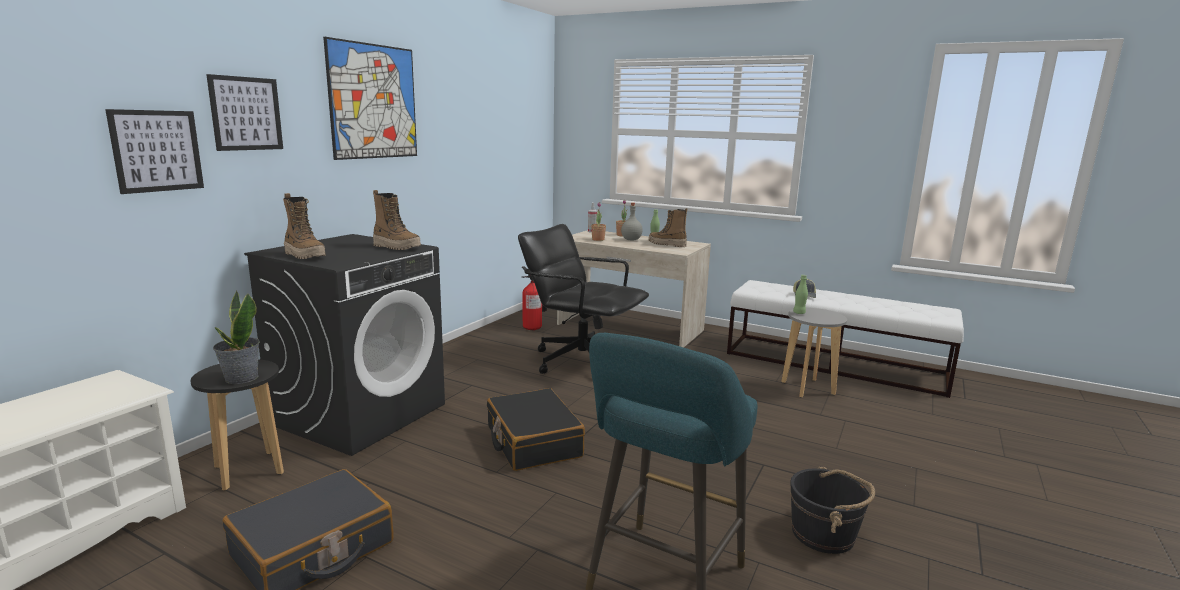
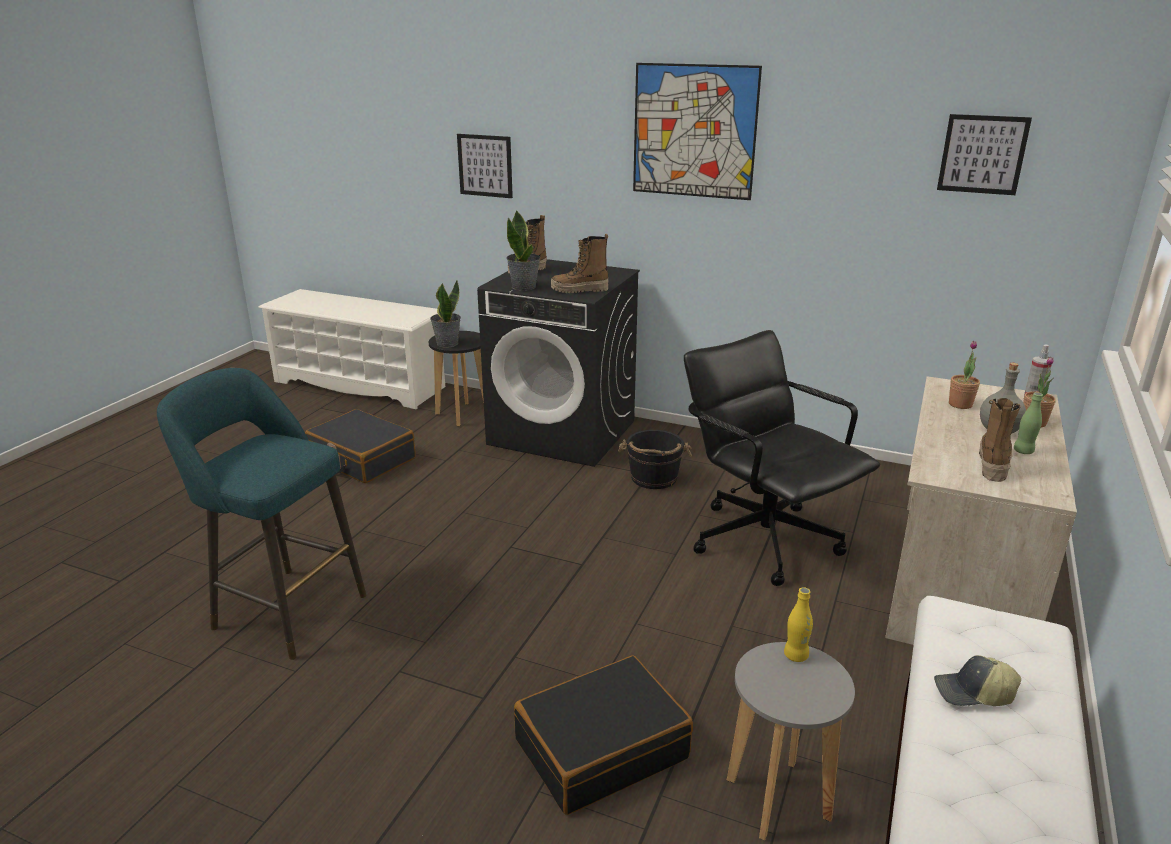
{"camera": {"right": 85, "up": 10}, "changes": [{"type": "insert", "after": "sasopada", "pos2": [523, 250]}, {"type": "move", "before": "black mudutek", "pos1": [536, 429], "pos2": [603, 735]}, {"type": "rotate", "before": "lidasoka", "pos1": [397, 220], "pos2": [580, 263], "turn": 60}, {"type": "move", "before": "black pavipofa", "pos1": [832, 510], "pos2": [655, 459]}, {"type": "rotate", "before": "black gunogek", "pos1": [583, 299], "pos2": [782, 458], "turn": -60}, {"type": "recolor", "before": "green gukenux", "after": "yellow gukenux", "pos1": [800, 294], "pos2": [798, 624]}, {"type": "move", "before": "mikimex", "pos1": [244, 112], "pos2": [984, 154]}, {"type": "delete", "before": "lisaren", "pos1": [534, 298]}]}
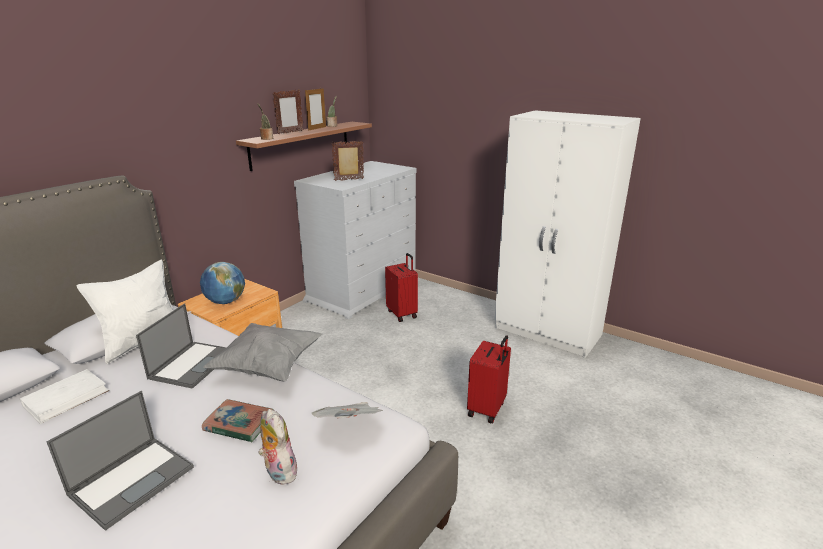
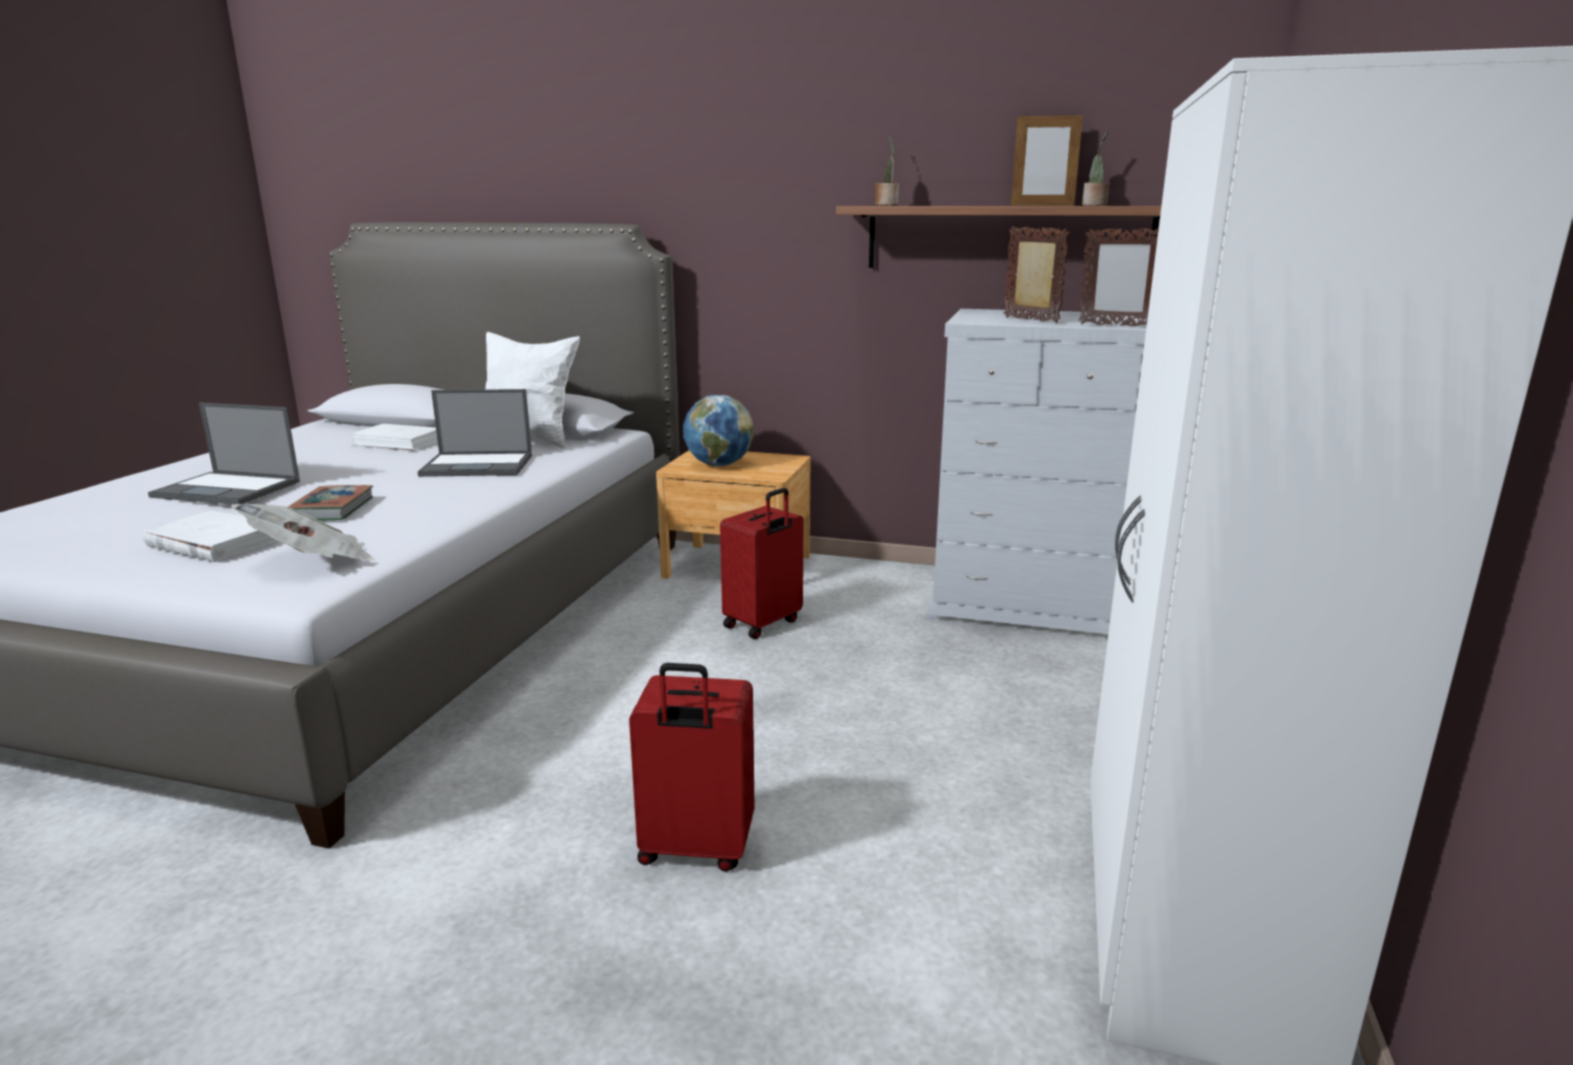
{"camera": {"right": 70, "up": -5}, "changes": [{"type": "replace", "before": "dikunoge", "after": "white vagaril", "pos1": [277, 447], "pos2": [210, 536]}, {"type": "move", "before": "red mudutek", "pos1": [401, 287], "pos2": [761, 563]}, {"type": "move", "before": "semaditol", "pos1": [288, 112], "pos2": [1118, 276]}, {"type": "delete", "before": "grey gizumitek", "pos1": [262, 352]}]}
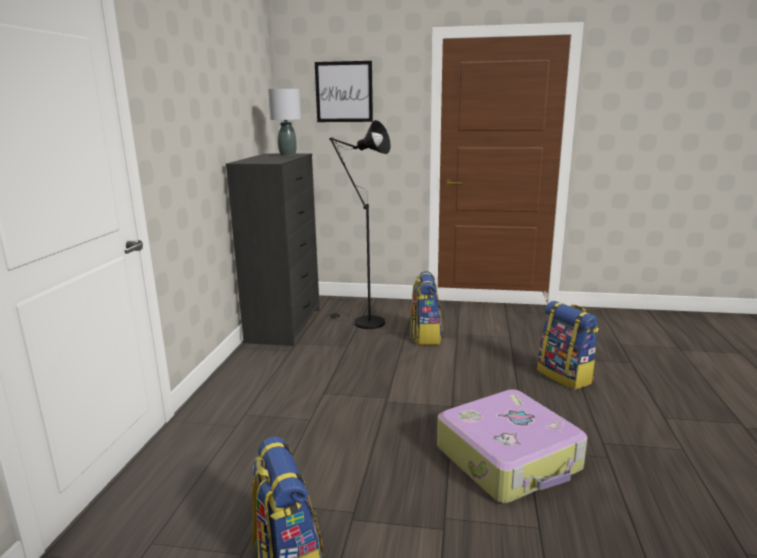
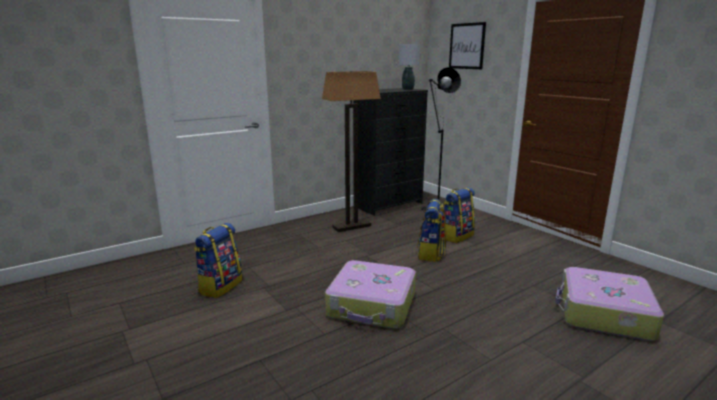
{"camera": {"right": 45, "up": 0}, "changes": [{"type": "insert", "after": "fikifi", "pos2": [351, 151]}, {"type": "move", "before": "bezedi", "pos1": [568, 345], "pos2": [431, 230]}, {"type": "insert", "after": "mudutek", "pos2": [609, 304]}]}
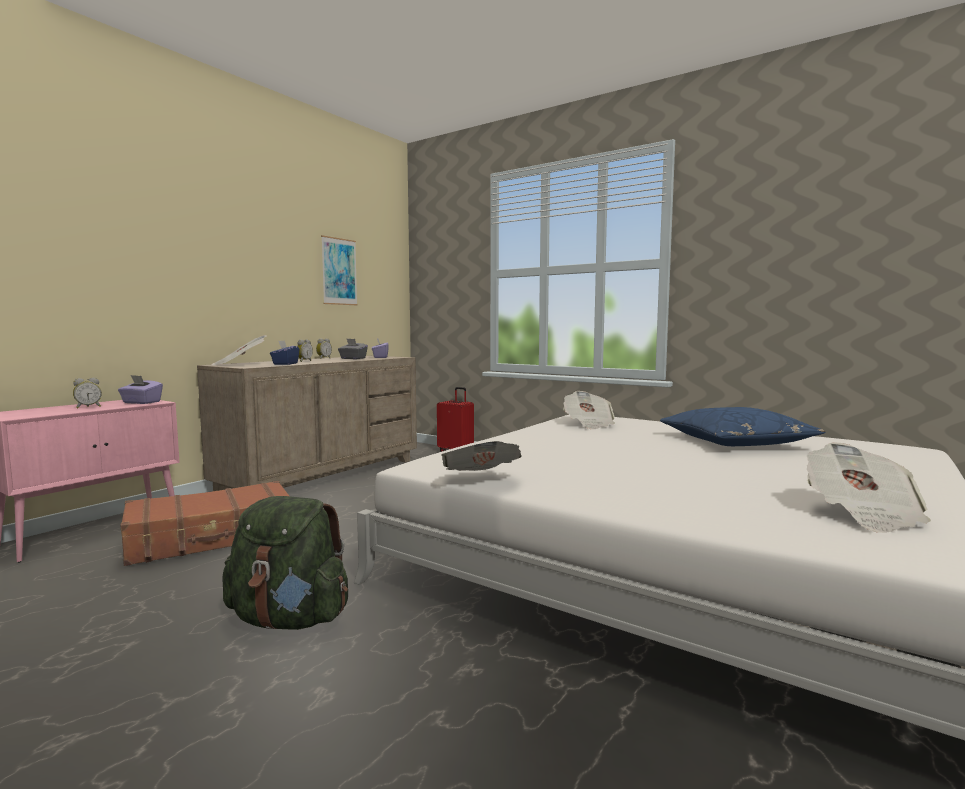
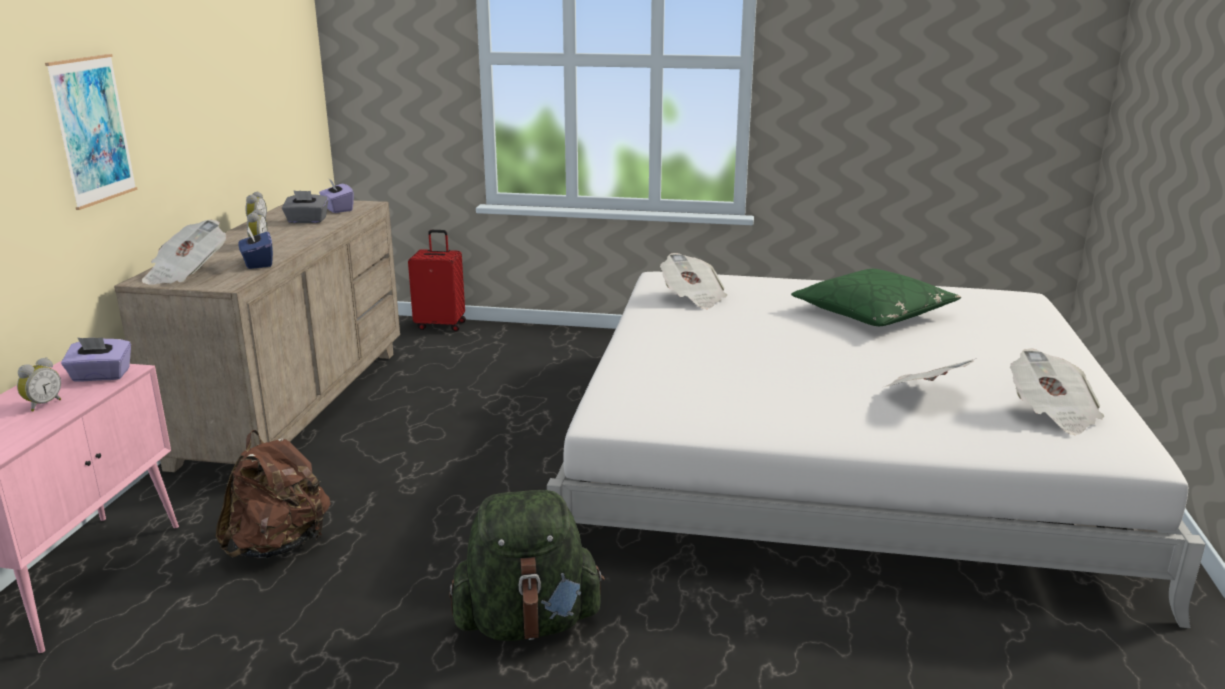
{"camera": {"right": -25, "up": 15}, "changes": [{"type": "move", "before": "mikimex", "pos1": [339, 270], "pos2": [91, 132]}, {"type": "replace", "before": "brown mudutek", "after": "brown bezedi", "pos1": [204, 523], "pos2": [273, 494]}, {"type": "recolor", "before": "blue gizumitek", "after": "green gizumitek", "pos1": [743, 426], "pos2": [876, 297]}, {"type": "move", "before": "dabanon", "pos1": [481, 456], "pos2": [929, 373]}]}
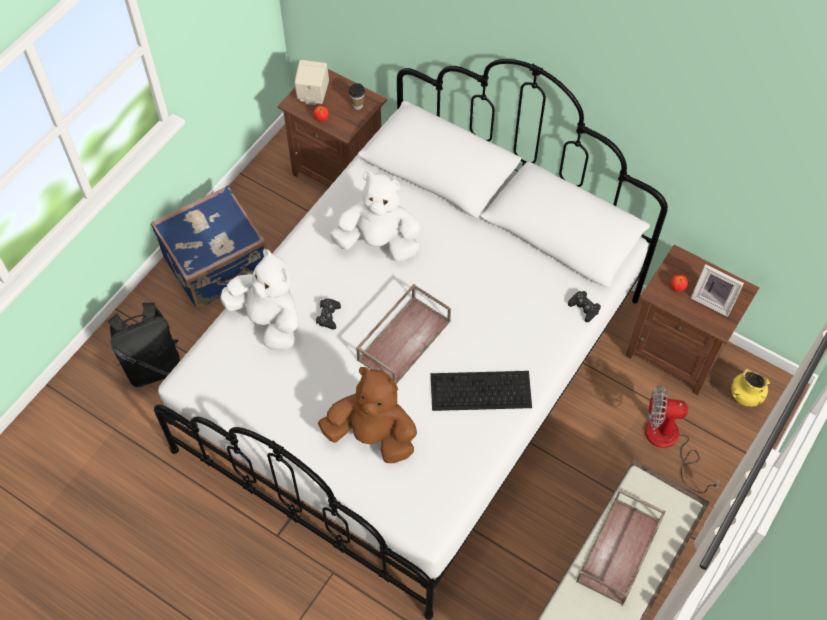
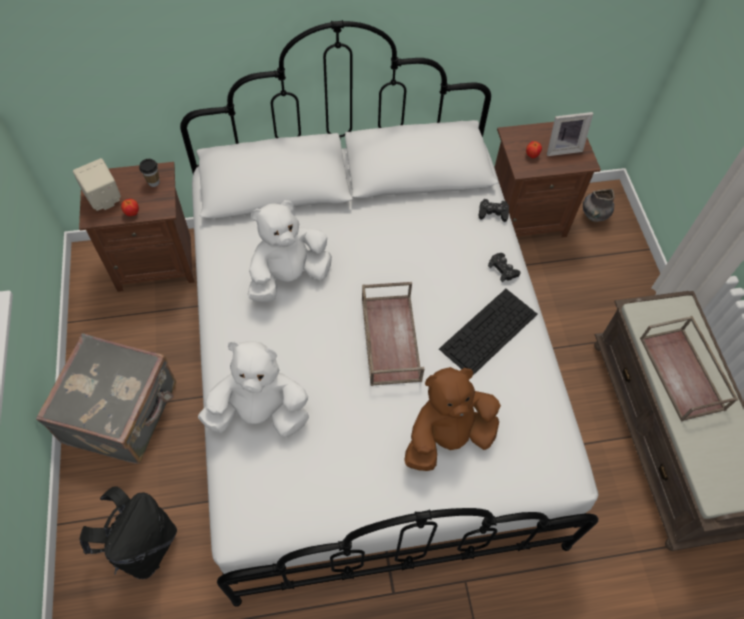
{"camera": {"right": -45, "up": 0}, "changes": [{"type": "recolor", "before": "blue mudutek", "after": "grey mudutek", "pos1": [209, 248], "pos2": [106, 398]}, {"type": "move", "before": "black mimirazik", "pos1": [328, 314], "pos2": [504, 267]}, {"type": "recolor", "before": "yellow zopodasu", "after": "grey zopodasu", "pos1": [750, 387], "pos2": [598, 205]}, {"type": "delete", "before": "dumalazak", "pos1": [682, 439]}]}
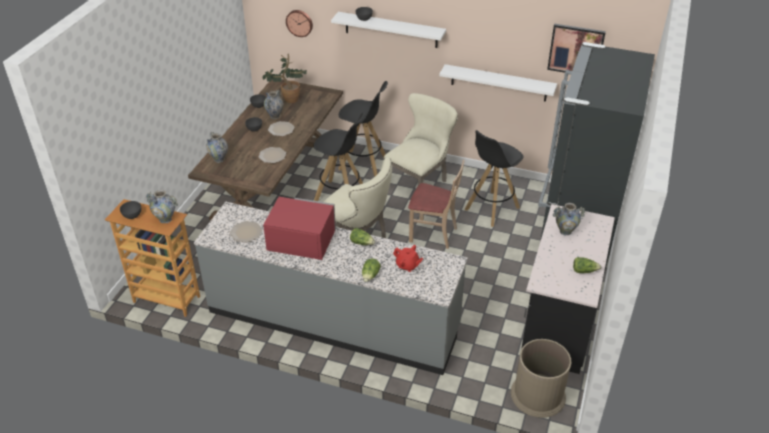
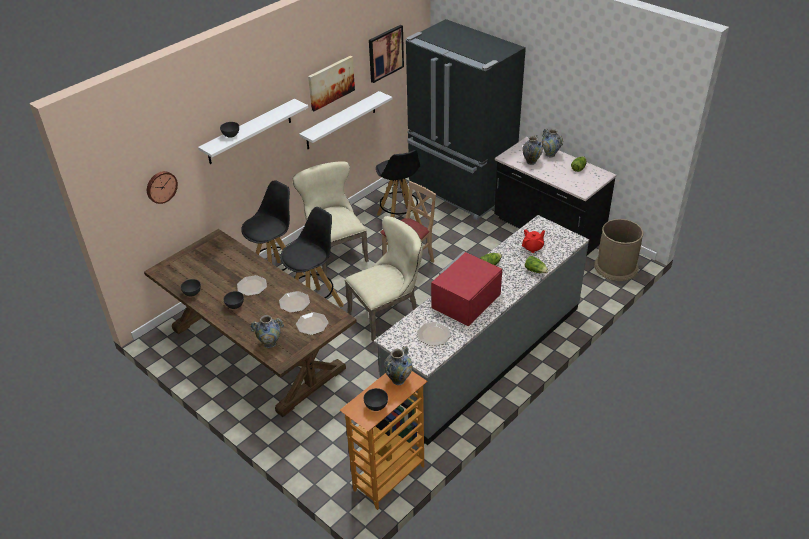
{"camera": {"right": -65, "up": 0}, "changes": [{"type": "insert", "after": "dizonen", "pos2": [312, 323]}, {"type": "insert", "after": "mikimex", "pos2": [331, 83]}, {"type": "move", "before": "zopodasu", "pos1": [273, 104], "pos2": [552, 143]}, {"type": "delete", "before": "sasopada", "pos1": [285, 78]}]}
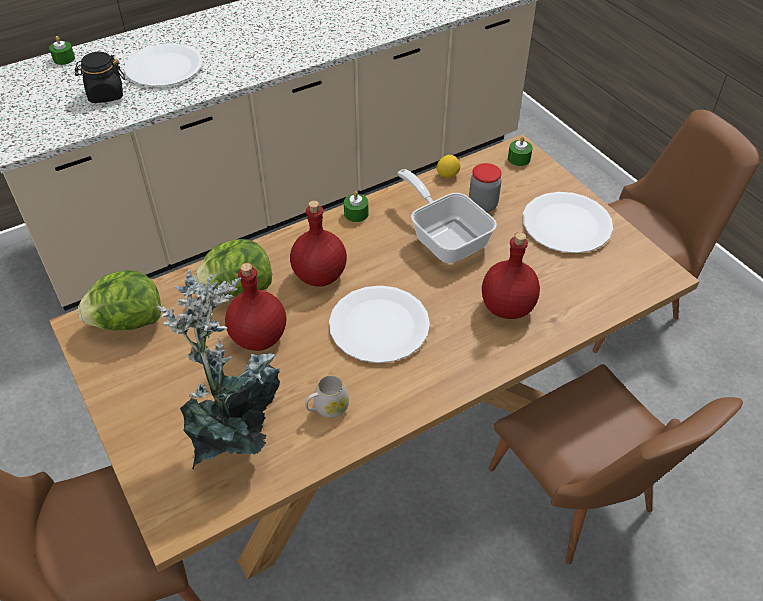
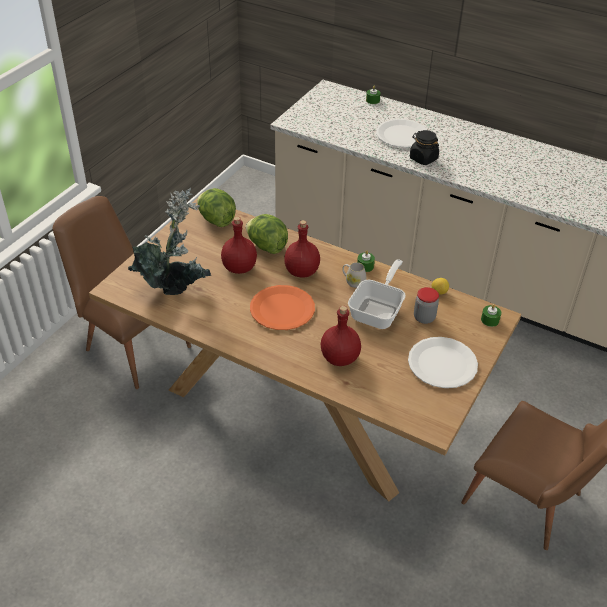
{"camera": {"right": 60, "up": -5}, "changes": [{"type": "recolor", "before": "white dizonen", "after": "orange dizonen", "pos1": [379, 324], "pos2": [282, 307]}, {"type": "move", "before": "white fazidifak", "pos1": [327, 396], "pos2": [354, 275]}, {"type": "move", "before": "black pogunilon", "pos1": [100, 77], "pos2": [424, 147]}, {"type": "delete", "before": "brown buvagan", "pos1": [615, 464]}]}
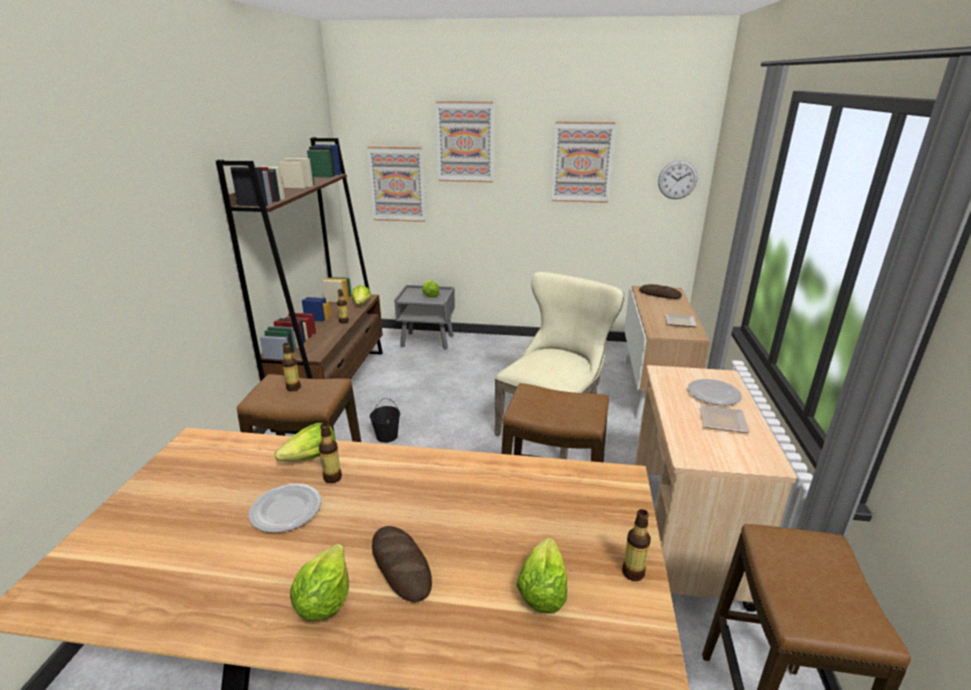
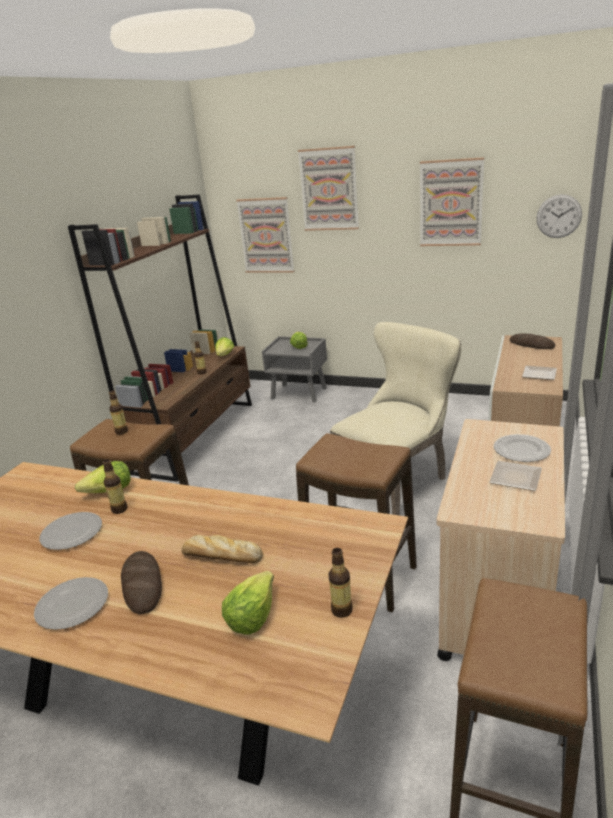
{"camera": {"right": 15, "up": 0}, "changes": [{"type": "replace", "before": "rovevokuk", "after": "dizonen", "pos1": [319, 582], "pos2": [71, 603]}, {"type": "insert", "after": "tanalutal", "pos2": [222, 549]}, {"type": "delete", "before": "black pavipofa", "pos1": [385, 420]}]}
